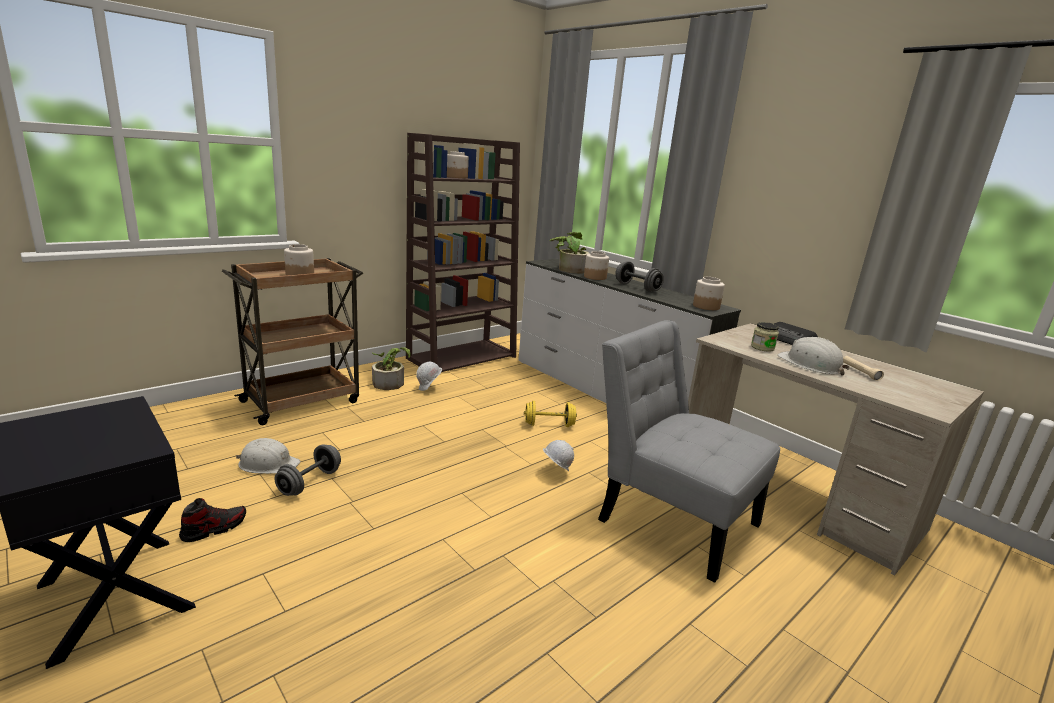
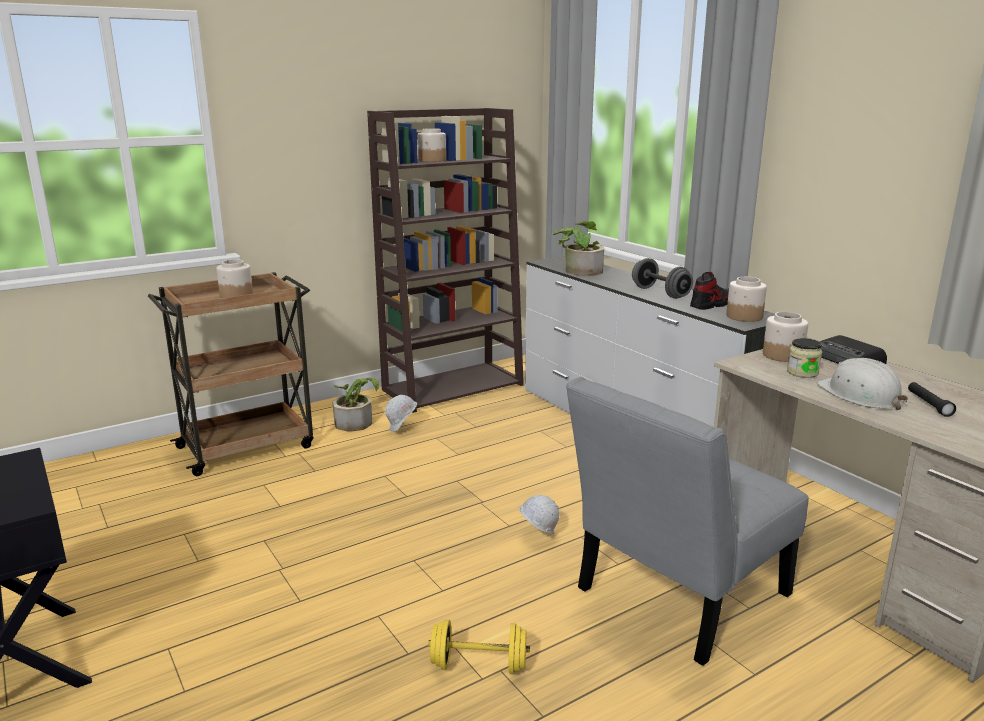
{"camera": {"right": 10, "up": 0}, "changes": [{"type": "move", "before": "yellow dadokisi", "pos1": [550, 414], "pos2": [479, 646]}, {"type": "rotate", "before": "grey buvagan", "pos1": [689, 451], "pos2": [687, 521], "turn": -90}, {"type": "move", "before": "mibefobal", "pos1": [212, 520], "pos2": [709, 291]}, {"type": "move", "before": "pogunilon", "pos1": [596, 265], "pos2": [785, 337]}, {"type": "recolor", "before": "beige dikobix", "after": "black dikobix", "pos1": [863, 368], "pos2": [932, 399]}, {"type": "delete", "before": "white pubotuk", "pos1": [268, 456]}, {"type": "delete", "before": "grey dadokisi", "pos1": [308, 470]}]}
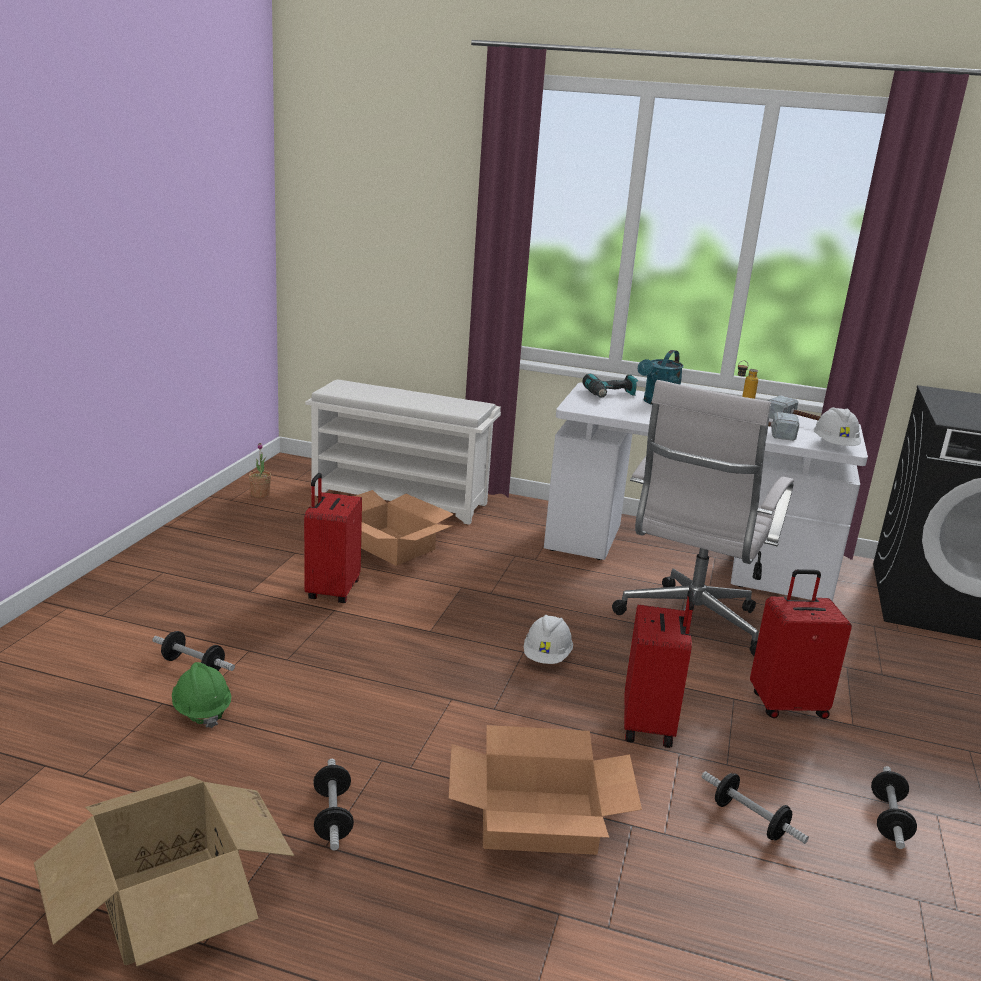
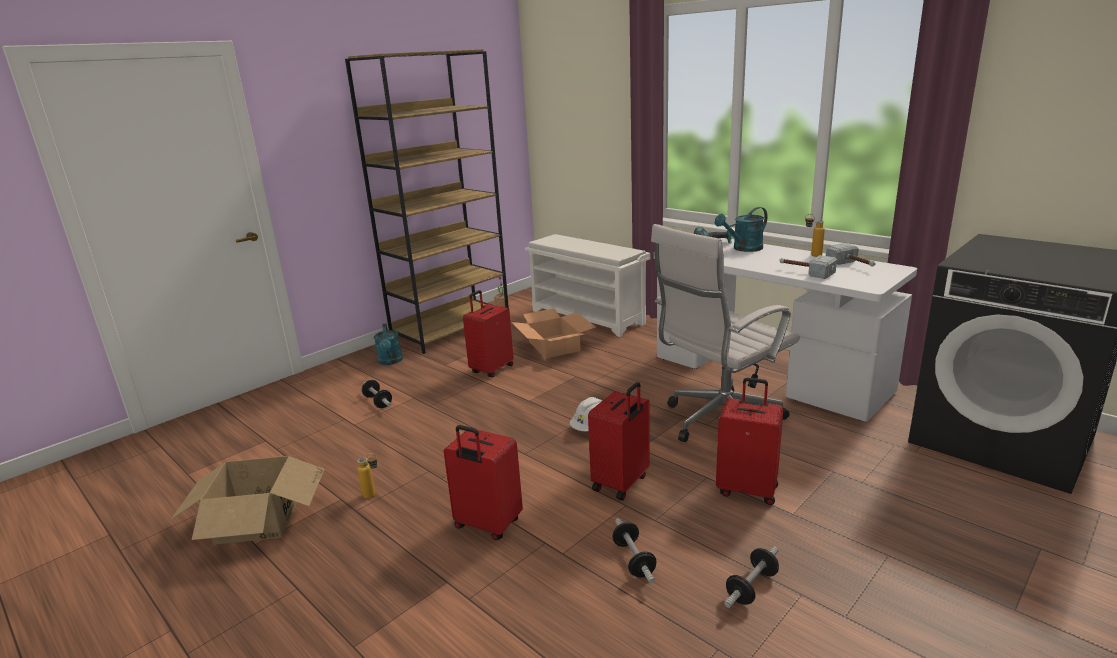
{"camera": {"right": 30, "up": 0}, "changes": [{"type": "insert", "after": "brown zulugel", "pos2": [427, 201]}, {"type": "replace", "before": "dadokisi", "after": "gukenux", "pos1": [333, 805], "pos2": [367, 476]}, {"type": "insert", "after": "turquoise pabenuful", "pos2": [388, 344]}, {"type": "replace", "before": "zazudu", "after": "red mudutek", "pos1": [545, 790], "pos2": [483, 482]}, {"type": "delete", "before": "green pubotuk", "pos1": [201, 695]}, {"type": "delete", "before": "white pubotuk", "pos1": [837, 426]}]}
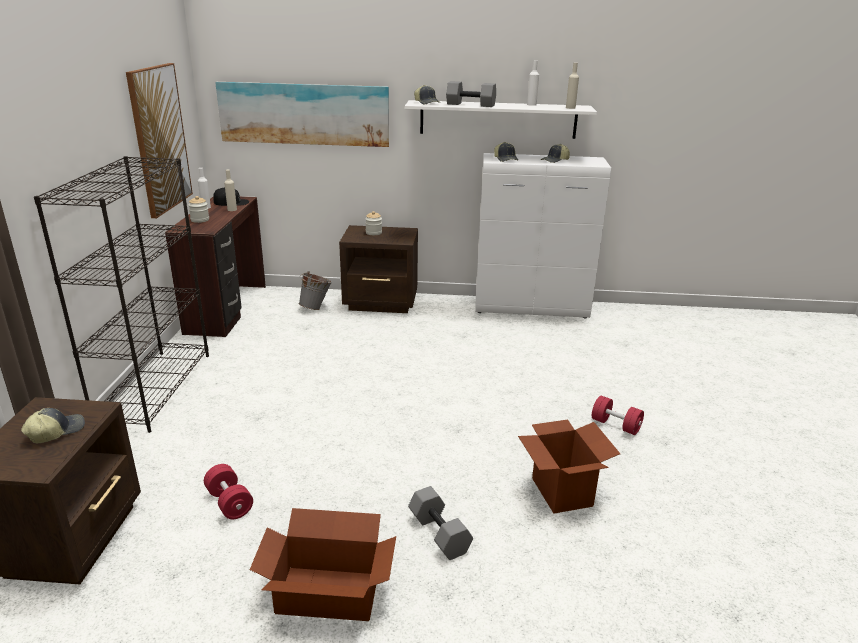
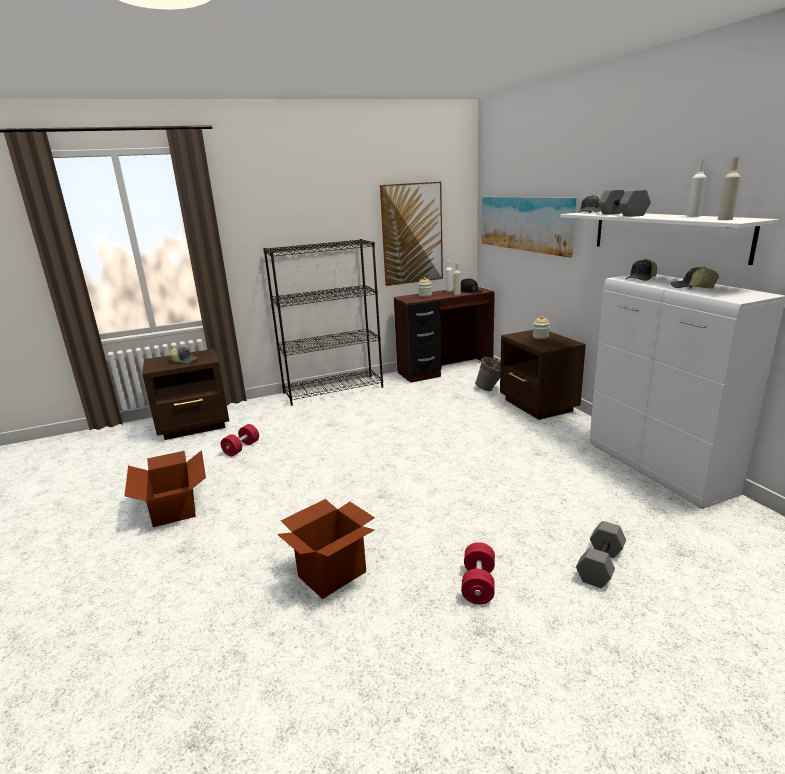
{"camera": {"right": 65, "up": -5}, "changes": [{"type": "move", "before": "grey dadokisi", "pos1": [440, 523], "pos2": [601, 554]}]}
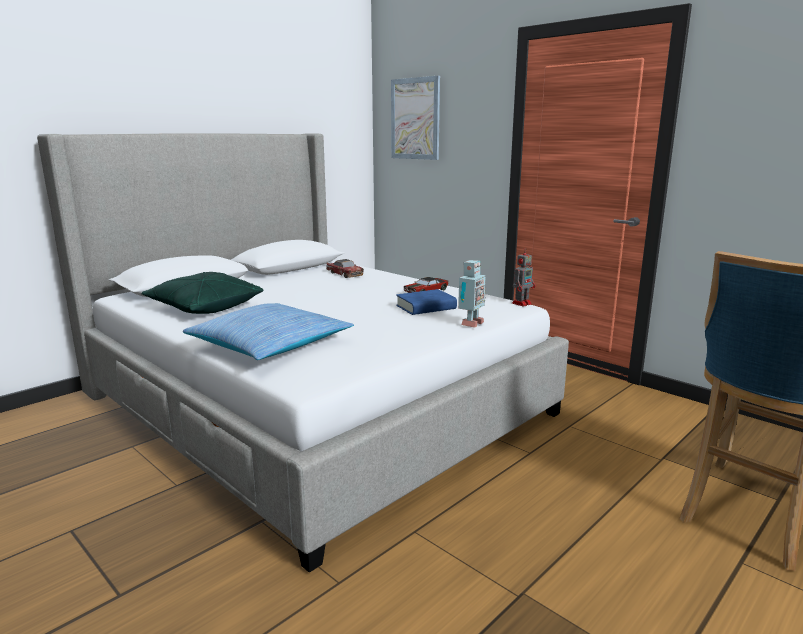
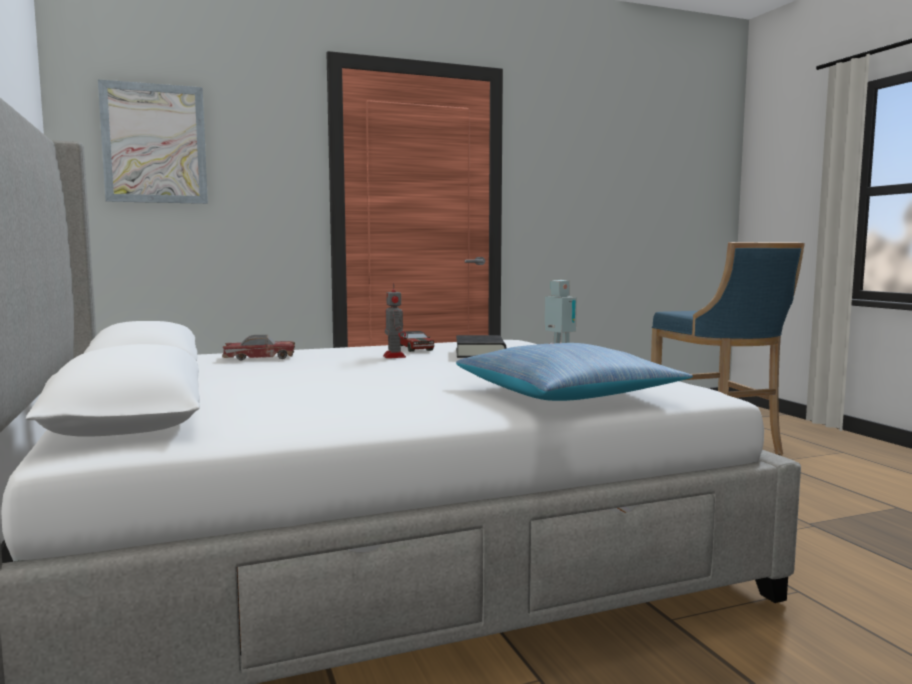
{"camera": {"right": -65, "up": -10}, "changes": [{"type": "move", "before": "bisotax", "pos1": [524, 279], "pos2": [394, 320]}, {"type": "recolor", "before": "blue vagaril", "after": "black vagaril", "pos1": [426, 302], "pos2": [481, 346]}, {"type": "delete", "before": "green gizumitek", "pos1": [202, 293]}]}
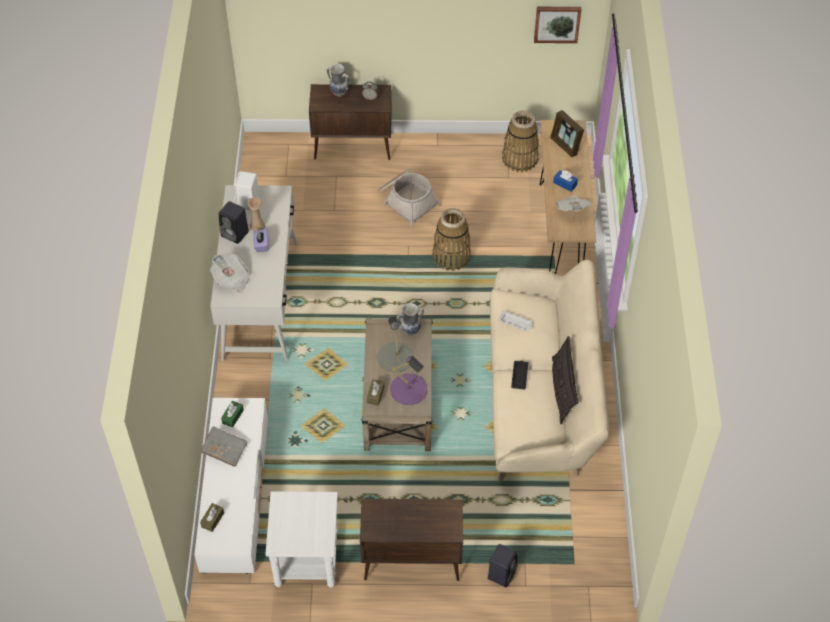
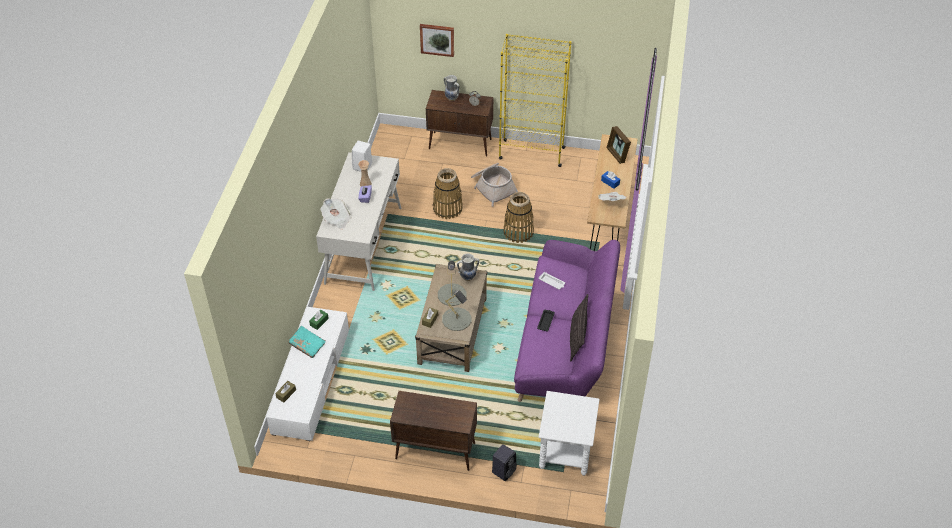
{"camera": {"right": 10, "up": -5}, "changes": [{"type": "recolor", "before": "grey vagaril", "after": "turquoise vagaril", "pos1": [224, 446], "pos2": [307, 342]}, {"type": "move", "before": "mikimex", "pos1": [557, 25], "pos2": [437, 40]}, {"type": "move", "before": "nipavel", "pos1": [520, 141], "pos2": [448, 193]}, {"type": "recolor", "before": "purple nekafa", "after": "grey nekafa", "pos1": [409, 380], "pos2": [457, 310]}, {"type": "insert", "after": "yellow zulugel", "pos2": [535, 100]}, {"type": "recolor", "before": "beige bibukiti", "after": "purple bibukiti", "pos1": [549, 370], "pos2": [567, 321]}, {"type": "move", "before": "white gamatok", "pos1": [301, 539], "pos2": [569, 433]}, {"type": "delete", "before": "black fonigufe", "pos1": [234, 222]}]}
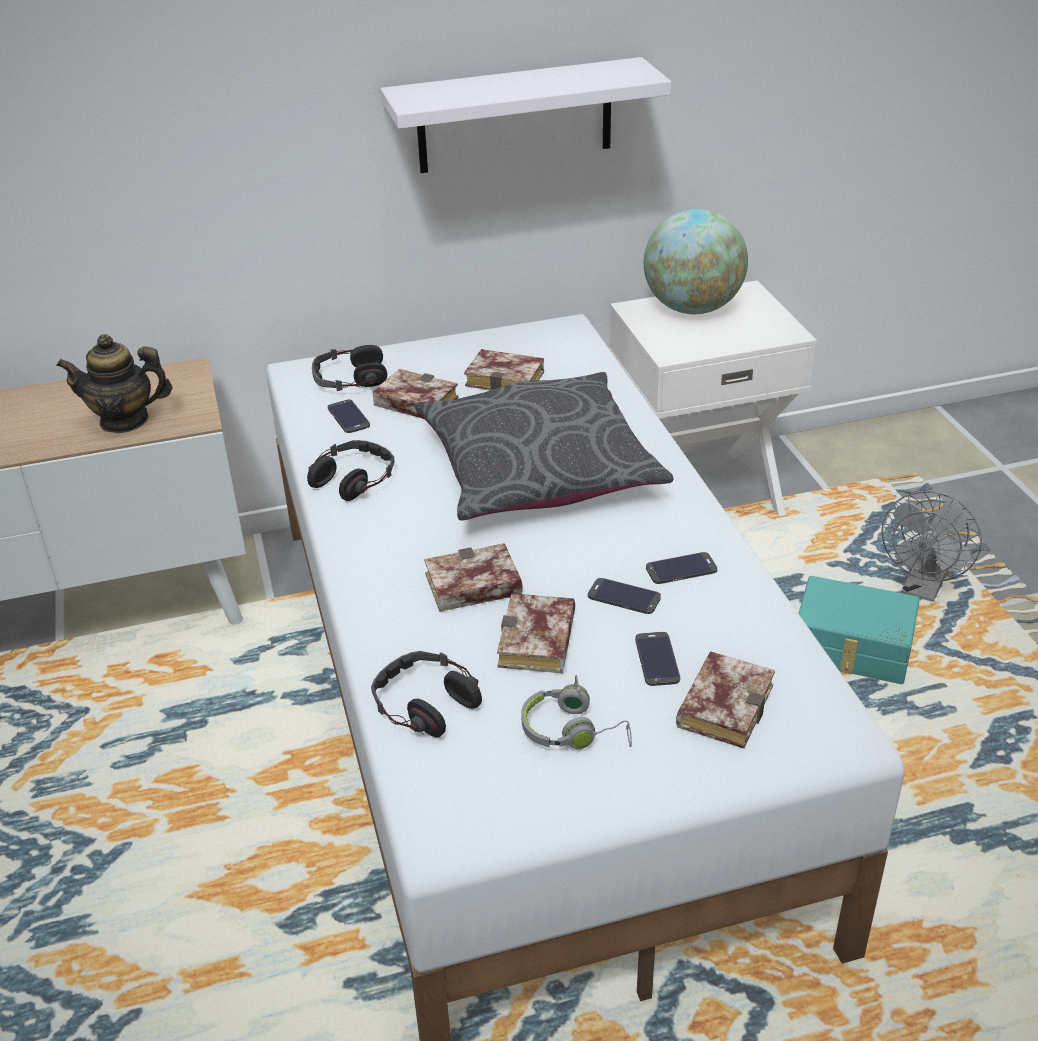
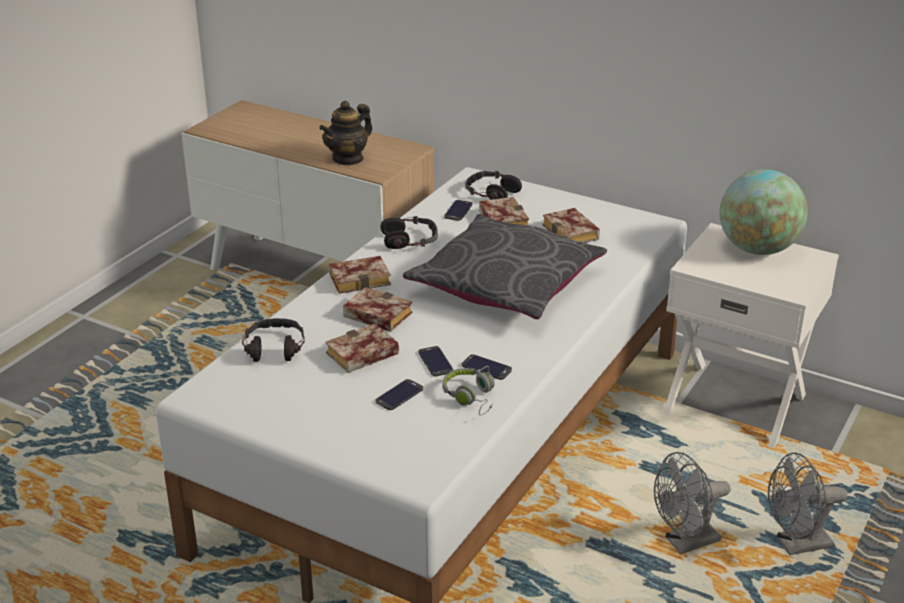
{"camera": {"right": 45, "up": -5}, "changes": [{"type": "rotate", "before": "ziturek", "pos1": [114, 383], "pos2": [345, 133], "turn": -90}, {"type": "move", "before": "vagaril", "pos1": [725, 700], "pos2": [360, 275]}, {"type": "move", "before": "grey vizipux", "pos1": [576, 712], "pos2": [469, 390]}, {"type": "replace", "before": "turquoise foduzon", "after": "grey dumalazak", "pos1": [859, 630], "pos2": [692, 503]}, {"type": "delete", "before": "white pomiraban", "pos1": [526, 115]}]}
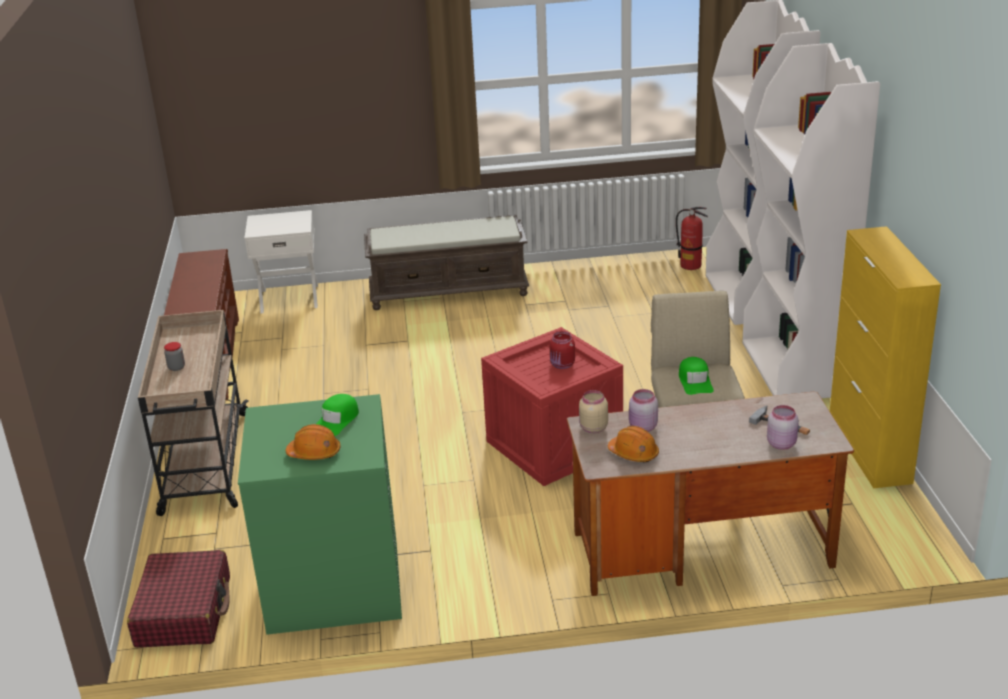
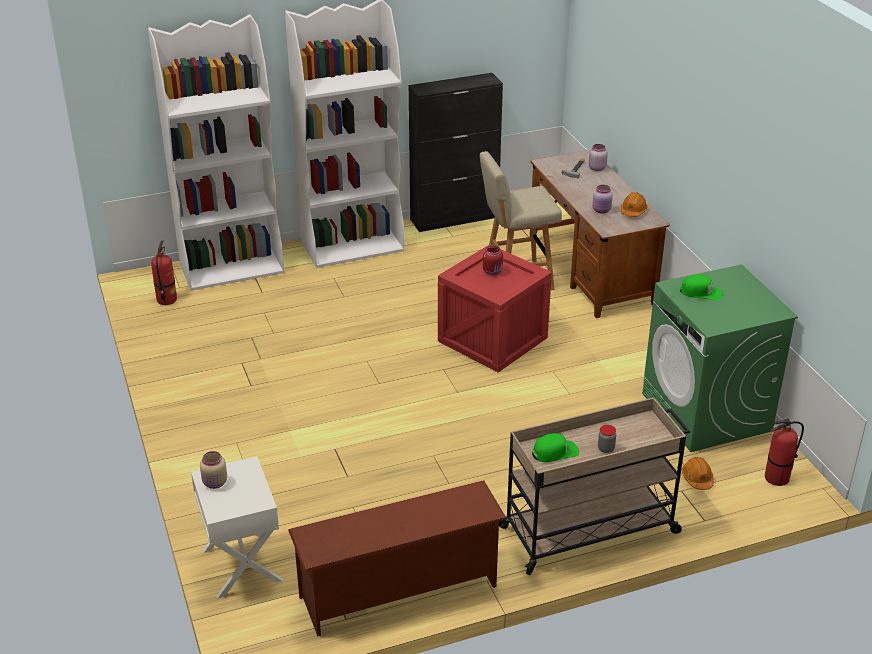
{"camera": {"right": -105, "up": 5}, "changes": [{"type": "move", "before": "beige pogunilon", "pos1": [593, 411], "pos2": [213, 470]}, {"type": "recolor", "before": "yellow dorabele", "after": "black dorabele", "pos1": [885, 357], "pos2": [455, 152]}, {"type": "move", "before": "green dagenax", "pos1": [696, 376], "pos2": [555, 447]}, {"type": "move", "before": "orange pubotuk", "pos1": [313, 442], "pos2": [698, 473]}, {"type": "replace", "before": "red mudutek", "after": "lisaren", "pos1": [178, 599], "pos2": [784, 452]}, {"type": "delete", "before": "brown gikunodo", "pos1": [446, 262]}]}
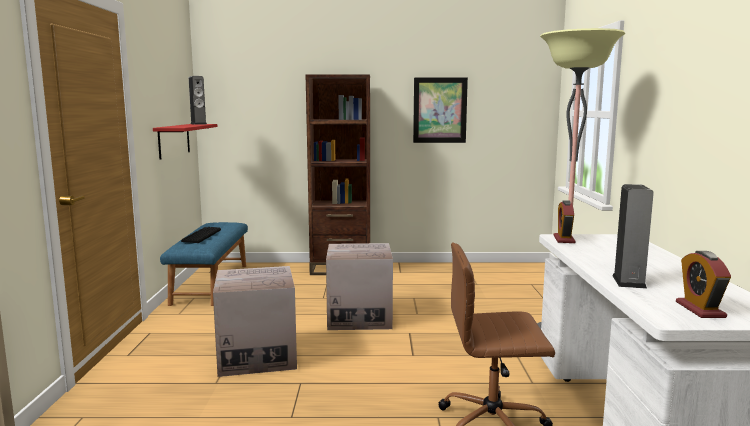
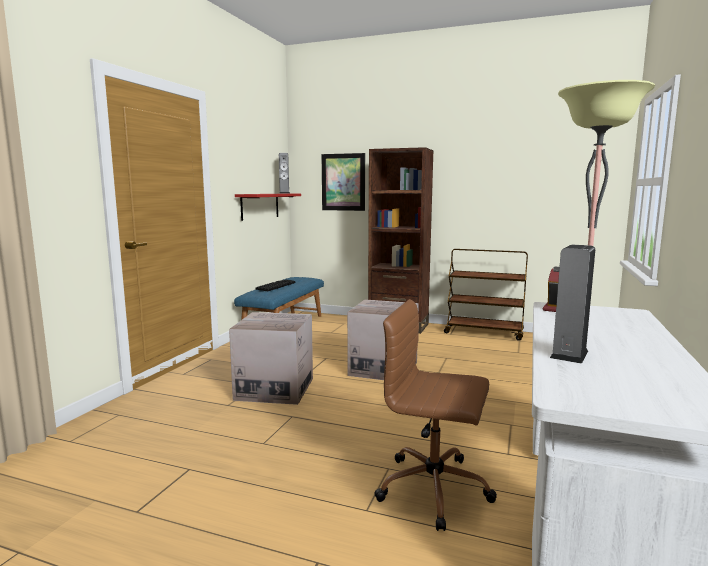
{"camera": {"right": 20, "up": 0}, "changes": [{"type": "move", "before": "mikimex", "pos1": [440, 110], "pos2": [343, 182]}, {"type": "insert", "after": "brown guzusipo", "pos2": [486, 295]}, {"type": "delete", "before": "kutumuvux", "pos1": [703, 284]}]}
